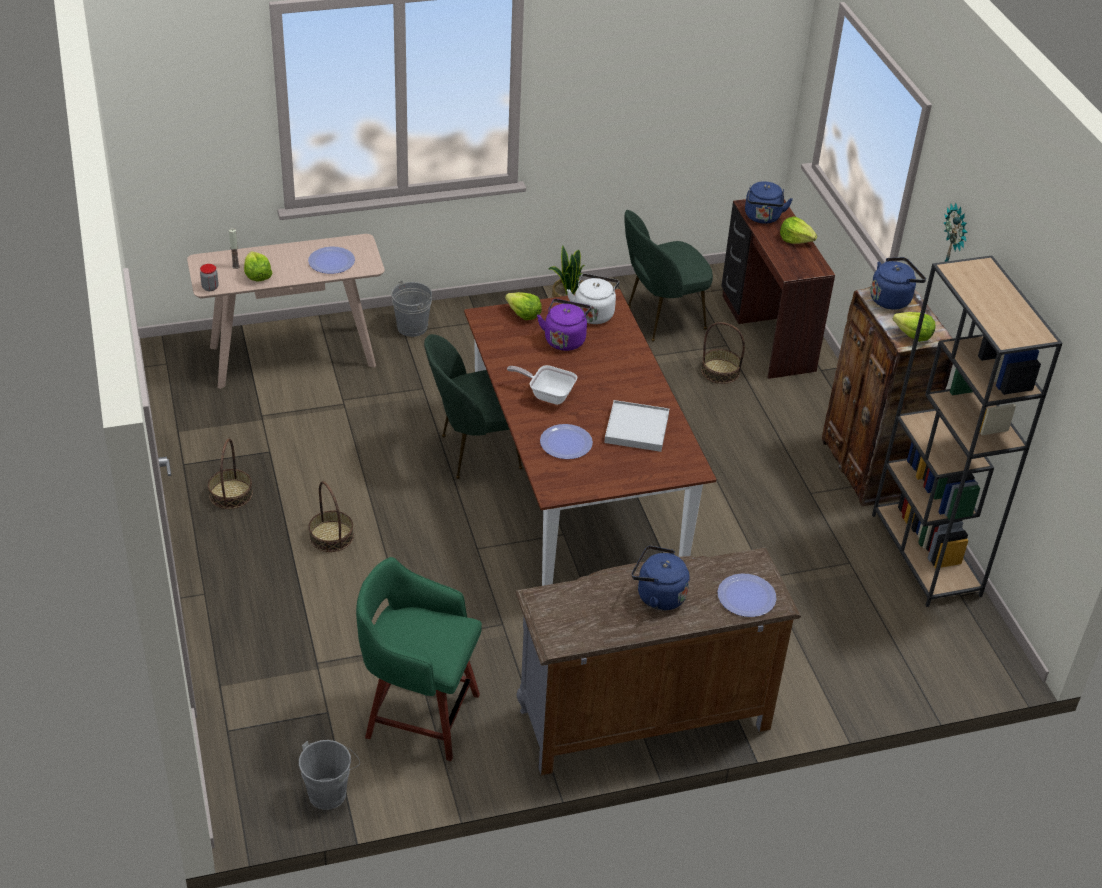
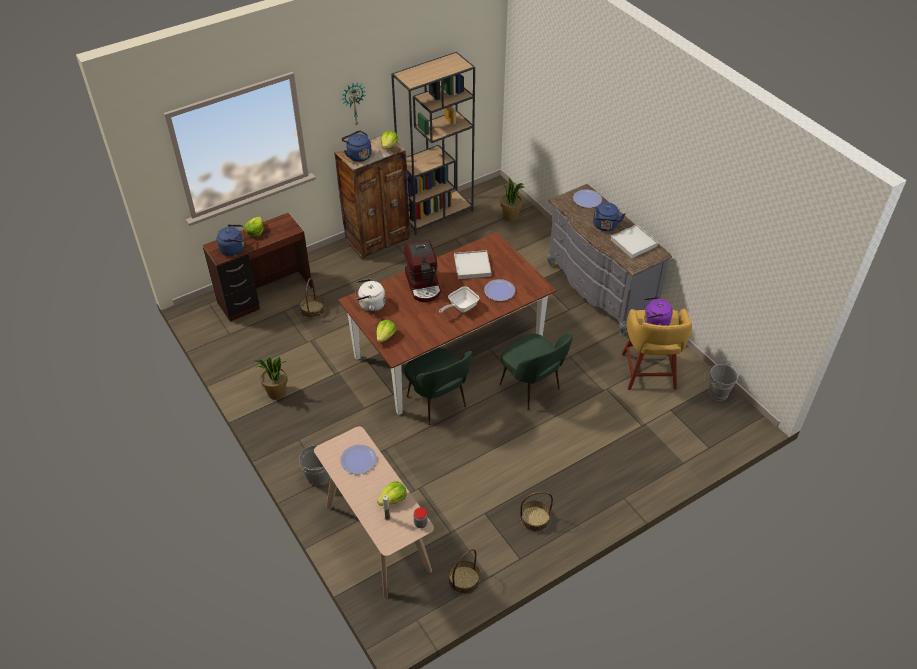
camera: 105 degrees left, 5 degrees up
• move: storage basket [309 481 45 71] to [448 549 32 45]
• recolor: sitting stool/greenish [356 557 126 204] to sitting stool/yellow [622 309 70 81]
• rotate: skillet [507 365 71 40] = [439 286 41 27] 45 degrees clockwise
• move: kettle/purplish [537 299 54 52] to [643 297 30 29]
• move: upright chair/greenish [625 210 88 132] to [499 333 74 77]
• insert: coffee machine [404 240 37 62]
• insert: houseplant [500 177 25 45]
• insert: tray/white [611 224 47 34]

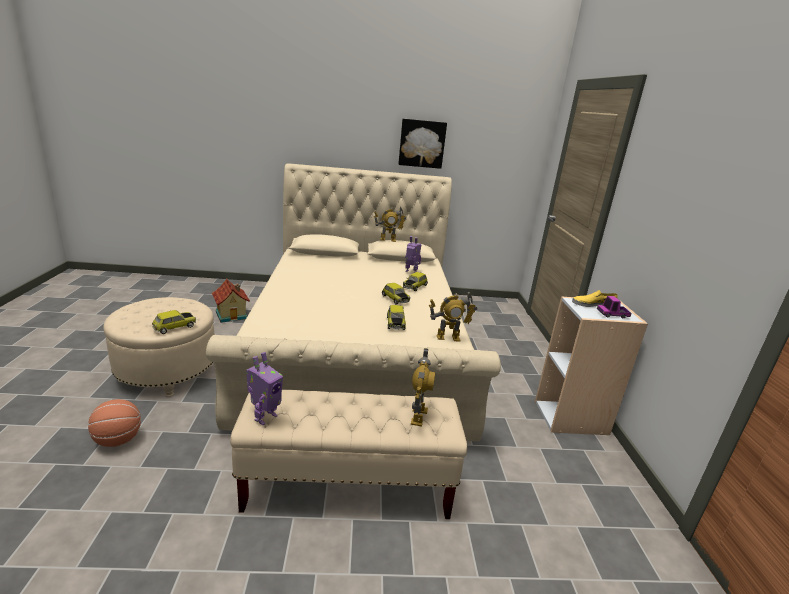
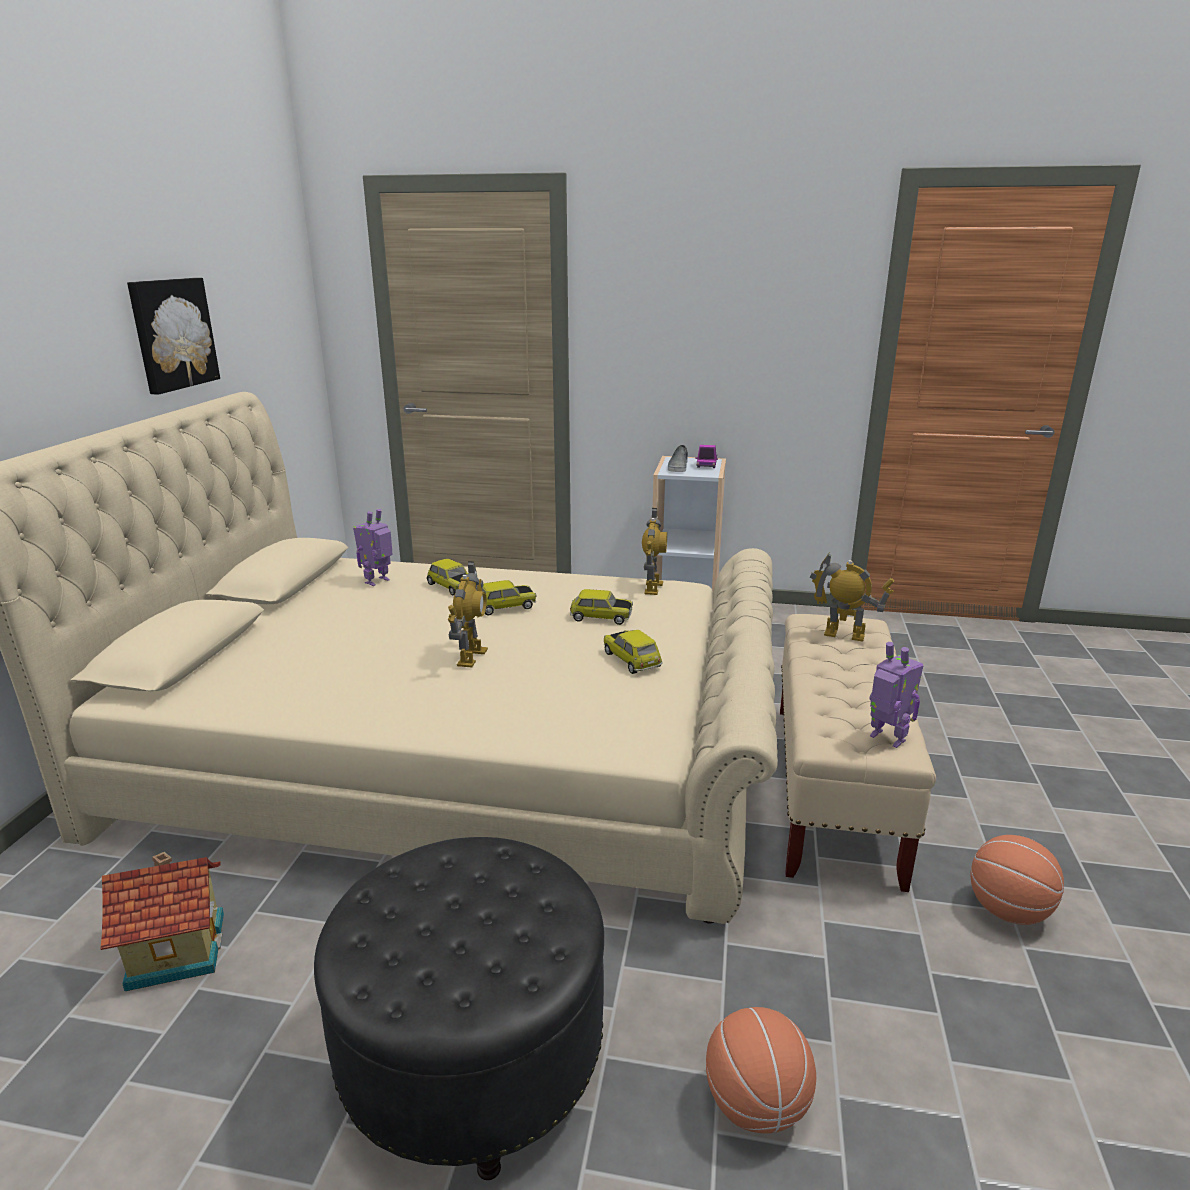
camera: 75 degrees left, 0 degrees up
• recolor: ottoman/beige [103 297 112 100] to ottoman/blackish [314 837 290 343]
• move: miniature car [152 310 44 24] to [604 630 59 44]
• move: robot figure [374 207 32 35] to [448 561 40 106]
• recolor: item of footwear/yellow [572 290 46 17] to item of footwear/greyish [668 445 20 27]
• insert: basketball ball [970 835 94 90]

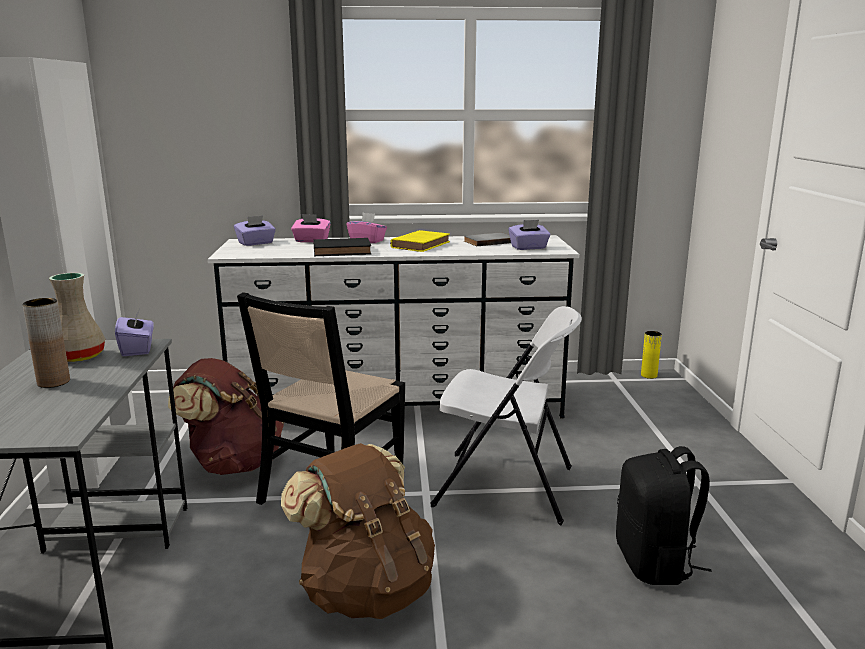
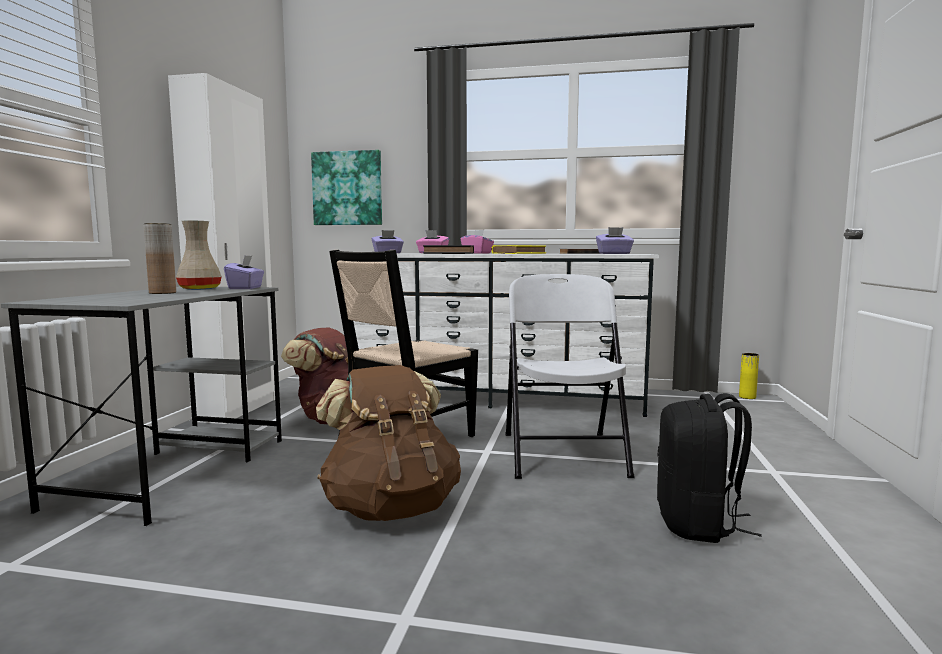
camera: 15 degrees right, 10 degrees down
• rotate: upright chair/white [431 306 151 219] = [505 274 130 205] 120 degrees counterclockwise
• insert: picture [311 150 71 75]

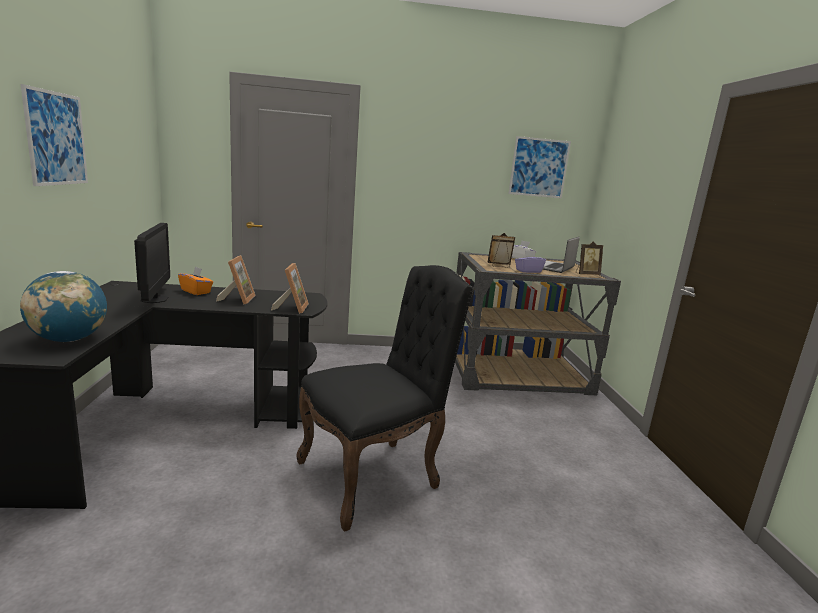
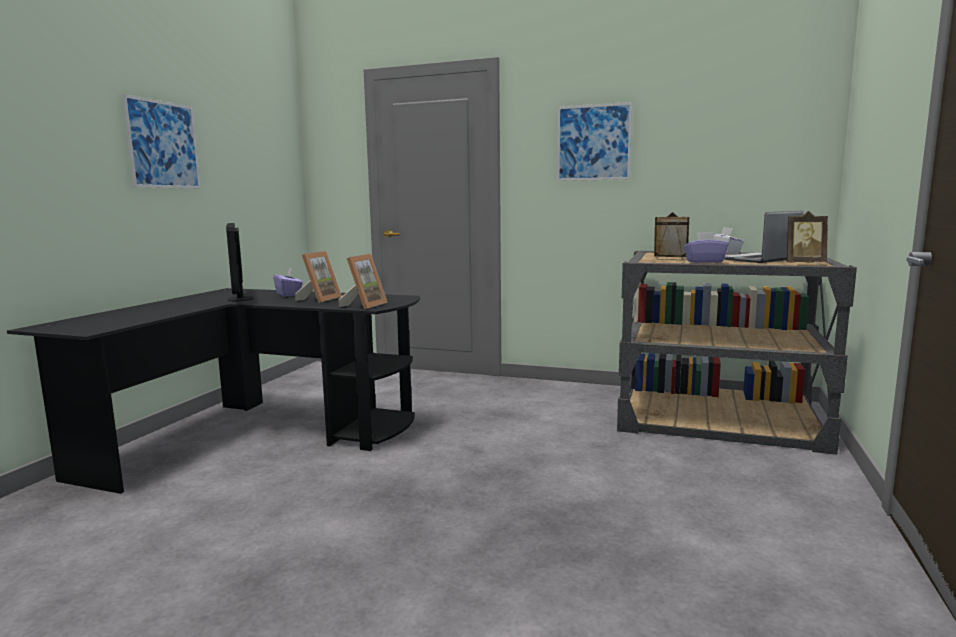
camera: 25 degrees right, 5 degrees down
• delete: desk globe [20 271 87 71]
• rotate: computer display [134 223 36 80] = [226 223 27 78] 150 degrees clockwise
• recolor: tissue box/orange [178 267 35 28] to tissue box/purplish [273 267 30 30]
• delete: upright chair/blackish [297 265 176 267]
• move: picture [508 136 63 62] to [557 102 75 79]

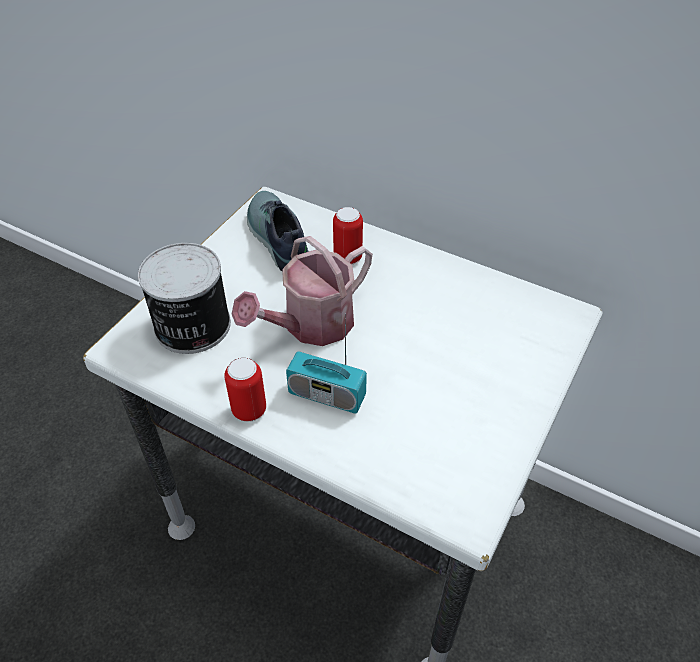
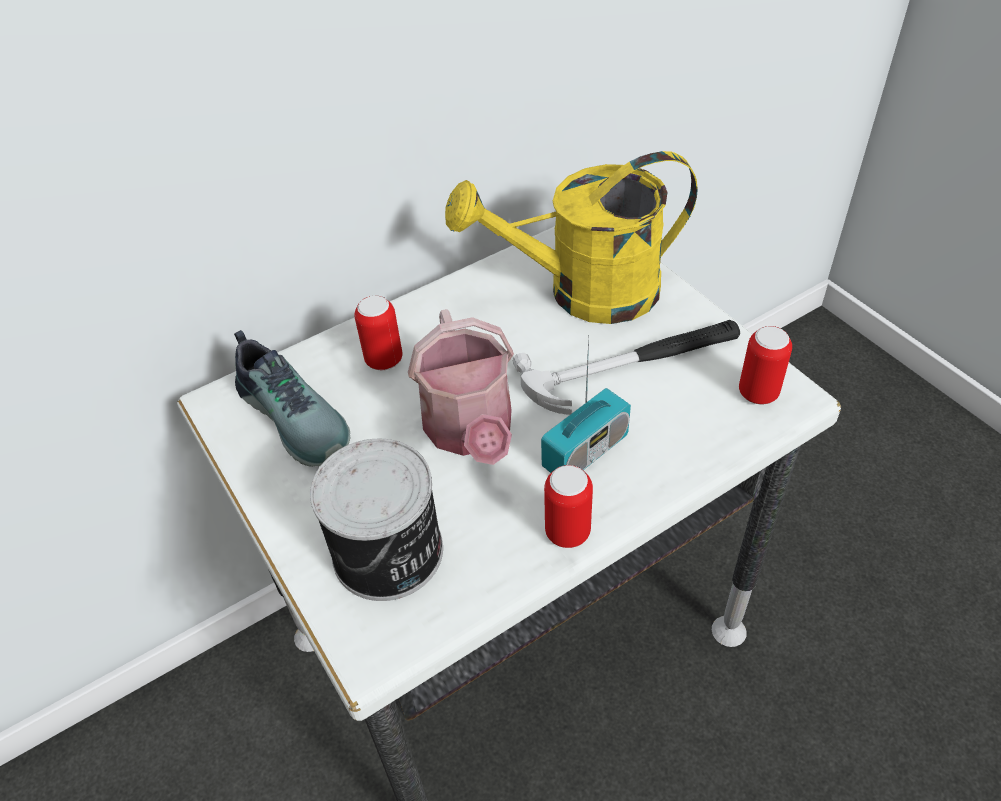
camera: 60 degrees left, 0 degrees up
• rotate: item of footwear [247 191 62 80] = [234 330 117 137] 135 degrees counterclockwise
• insert: watering pot/yellow [445 151 253 173]
• insert: hammer [513 320 227 95]
• insert: can [739 326 53 78]

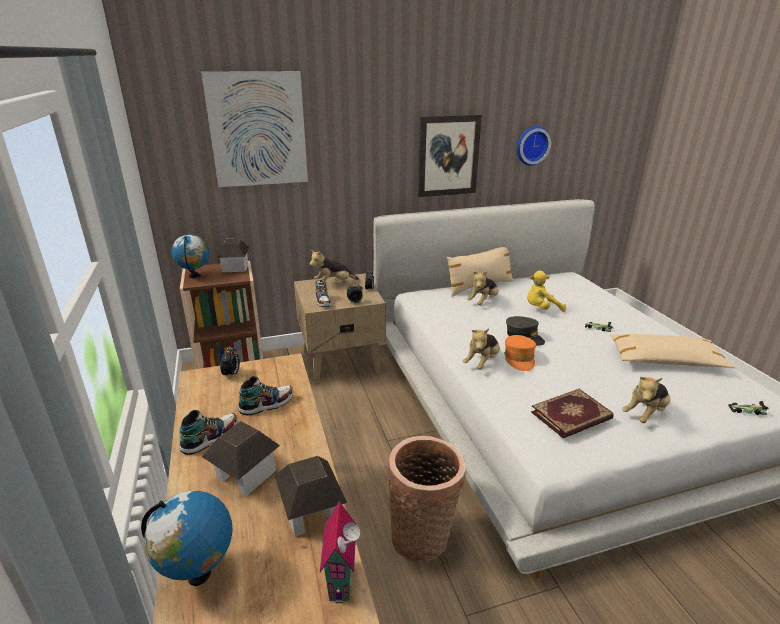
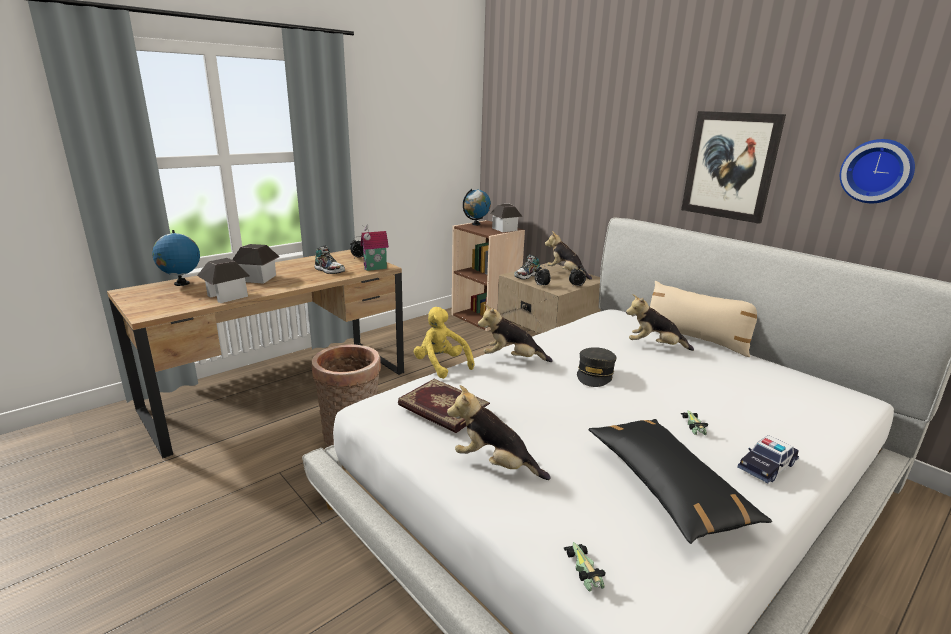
camera: 65 degrees right, 5 degrees down
• delete: item of footwear [179 410 59 45]
• delete: picture [201 71 107 116]
• move: model house [320 501 40 102] to [360 224 29 47]
• delete: baseball cap/orange [504 335 32 36]
• move: soft toy/yellow [527 271 39 41] to [414 307 60 72]
• recolor: cushion/beige [610 334 125 34] to cushion/blackish [589 419 183 125]
• insert: miniature car [738 435 61 48]

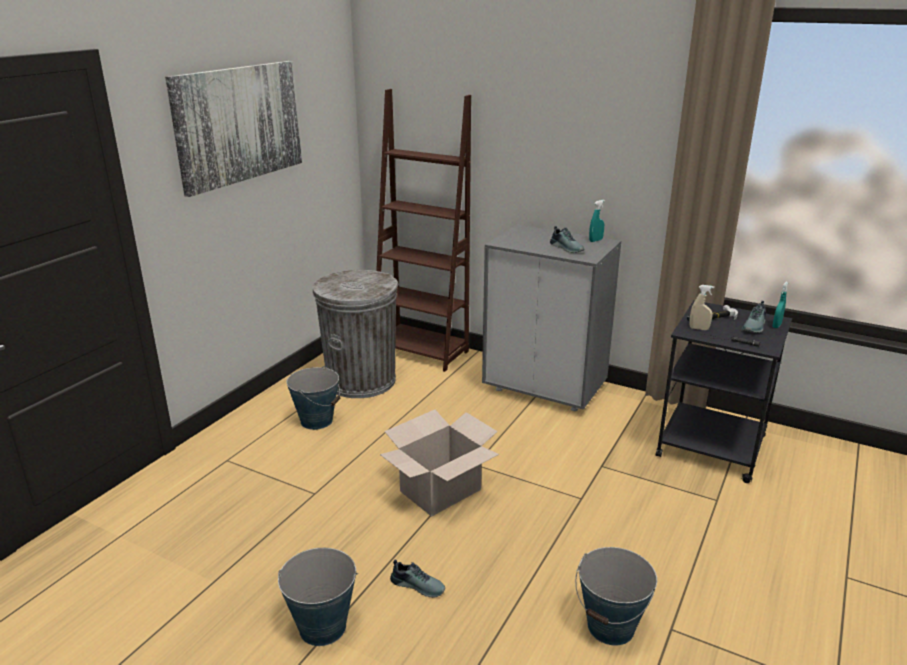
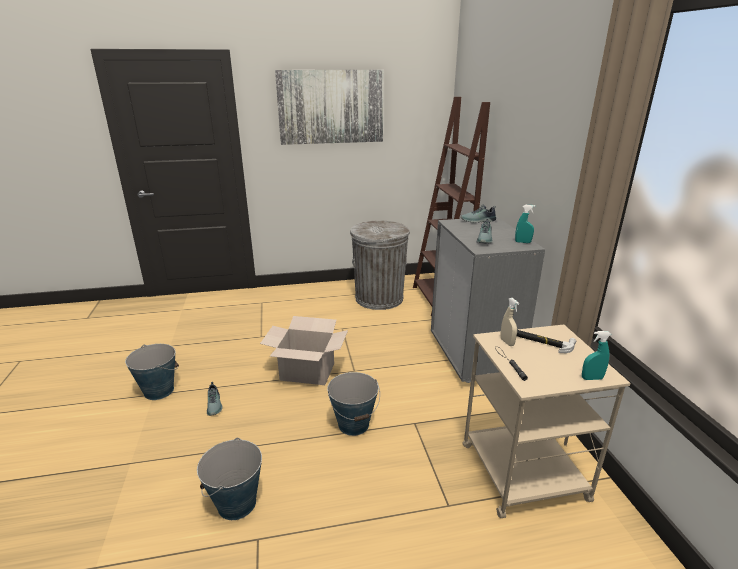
camera: 50 degrees right, 0 degrees up
• move: pail [286 366 54 64] to [327 372 53 64]
• recolor: cart/blackish [656 300 136 183] to cart/beige [462 324 169 194]
• move: item of footwear [742 301 24 32] to [461 205 35 18]

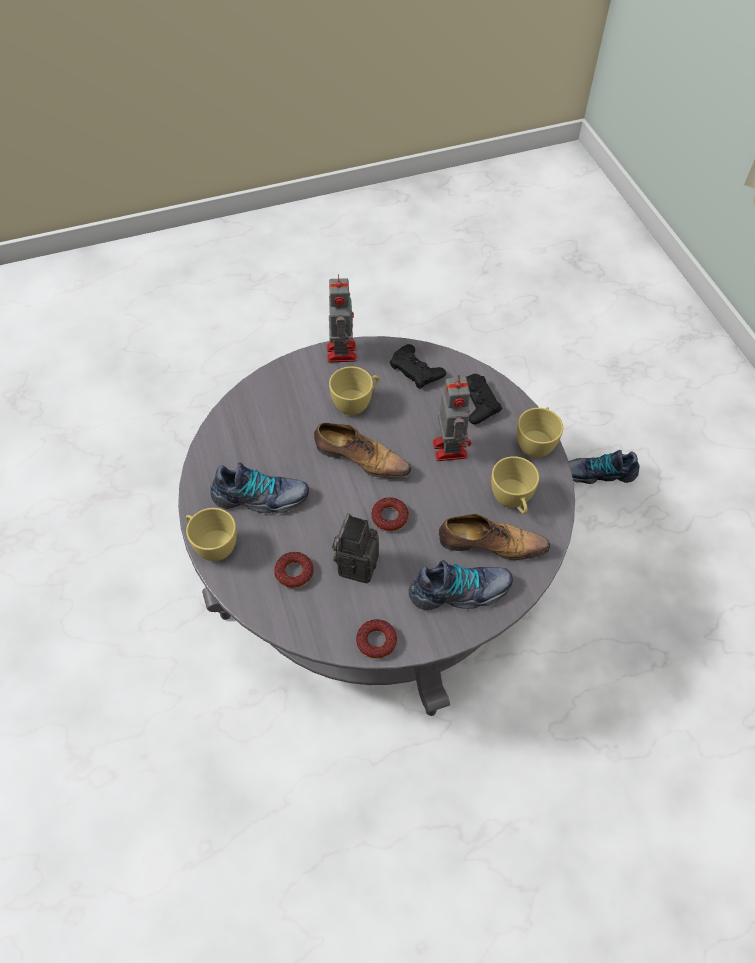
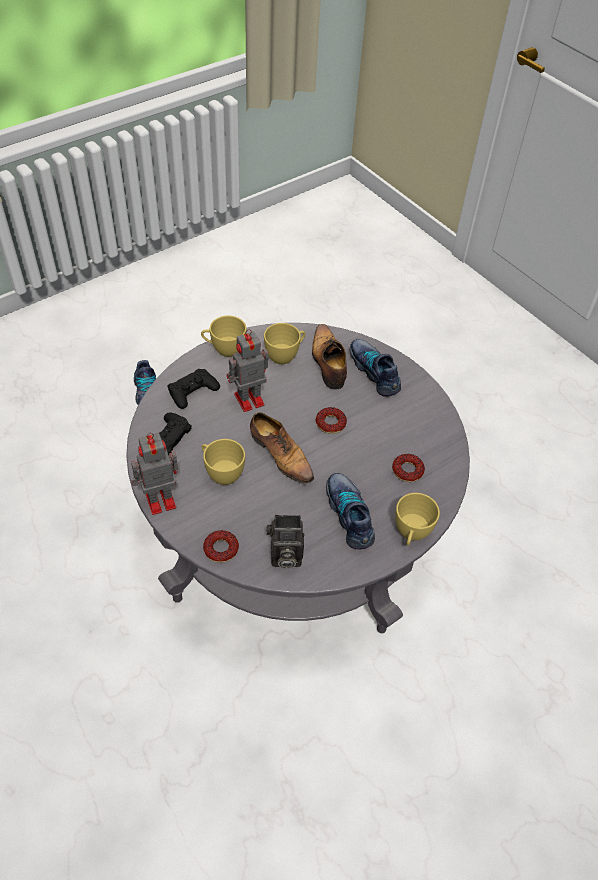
camera: 110 degrees left, 5 degrees down
• rotate: item of footwear [314 423 97 55] = [250 412 64 72] 135 degrees clockwise
• move: still camera [332 513 47 71] to [266 515 38 53]
• move: donut [356 619 41 40] to [203 530 36 33]

